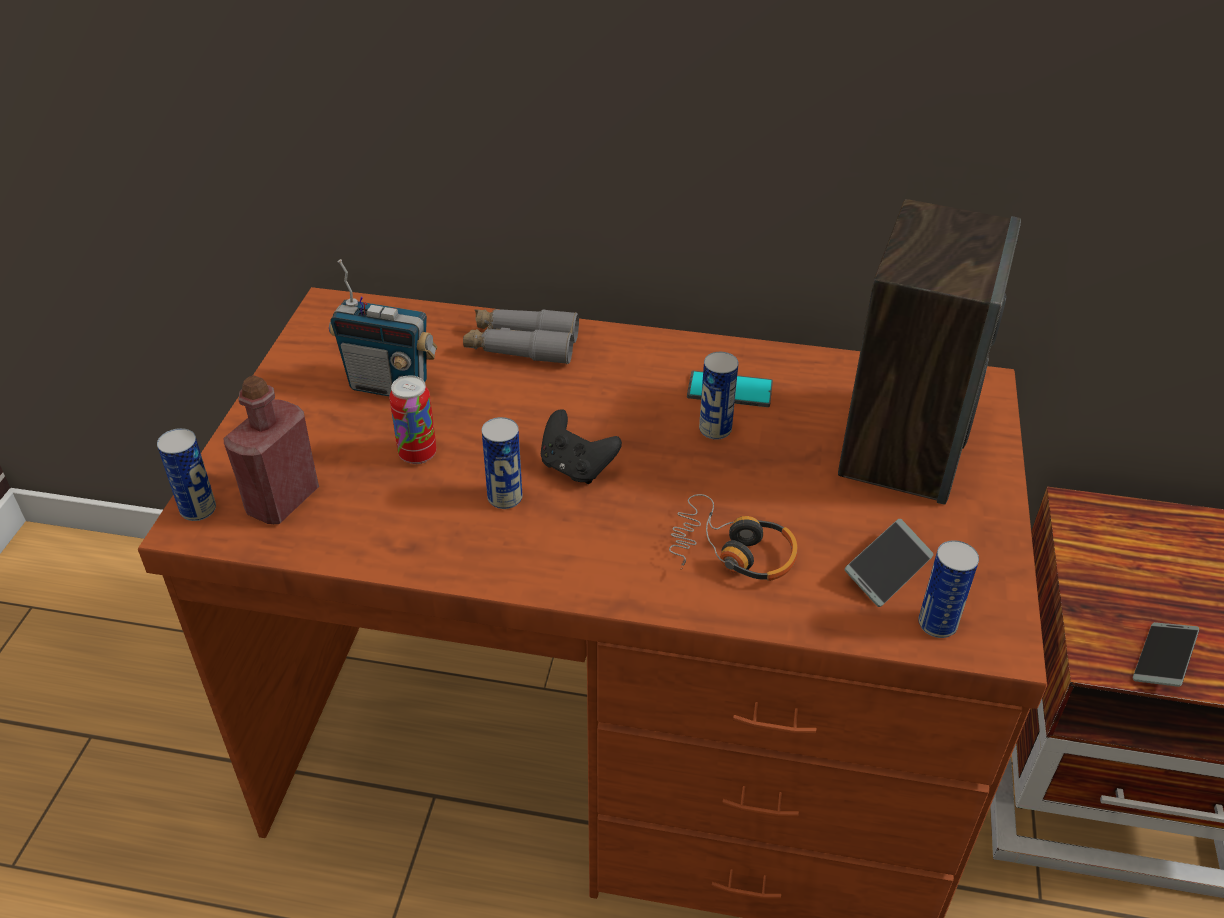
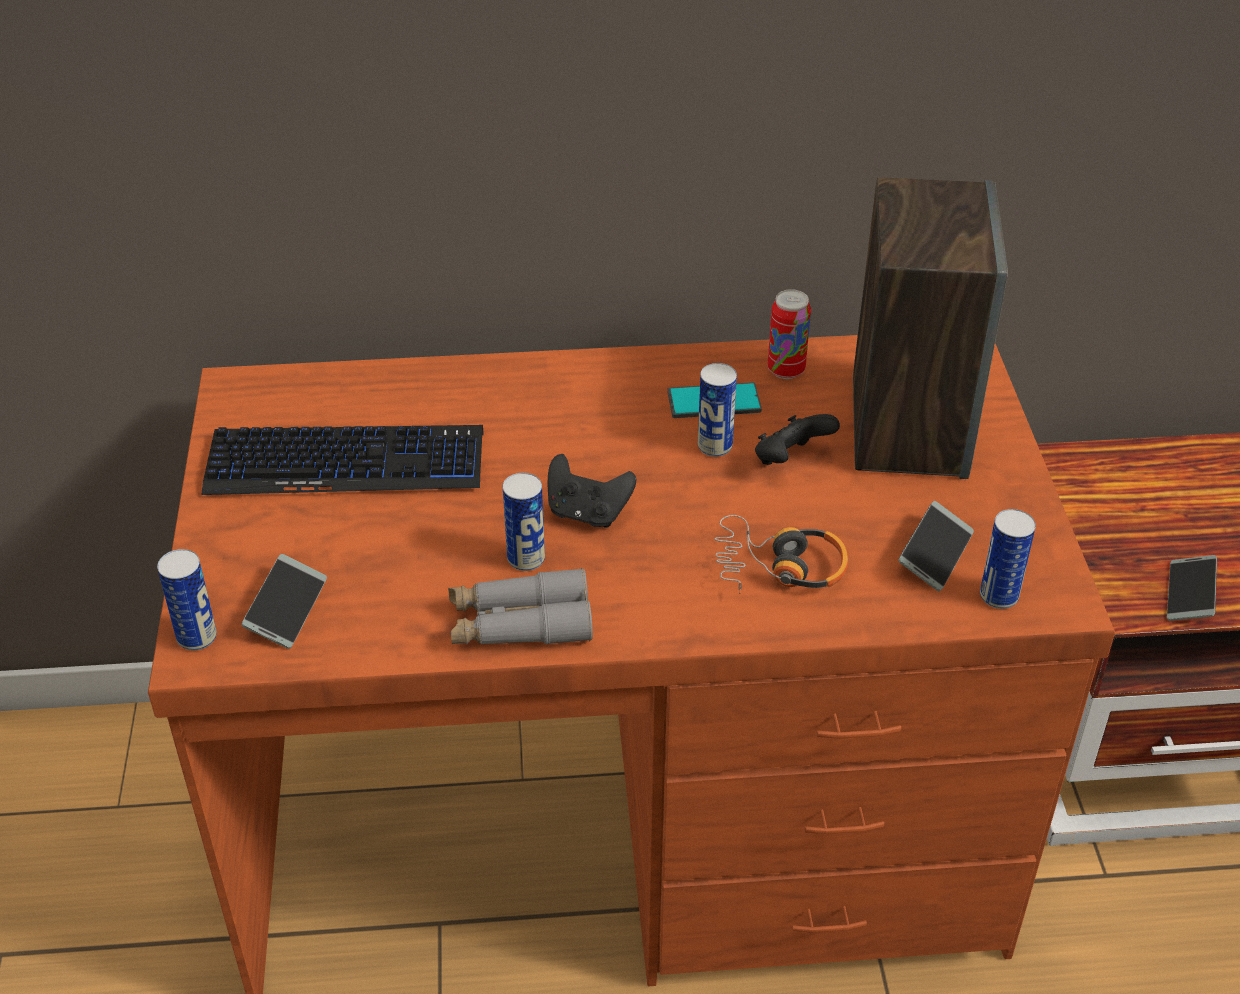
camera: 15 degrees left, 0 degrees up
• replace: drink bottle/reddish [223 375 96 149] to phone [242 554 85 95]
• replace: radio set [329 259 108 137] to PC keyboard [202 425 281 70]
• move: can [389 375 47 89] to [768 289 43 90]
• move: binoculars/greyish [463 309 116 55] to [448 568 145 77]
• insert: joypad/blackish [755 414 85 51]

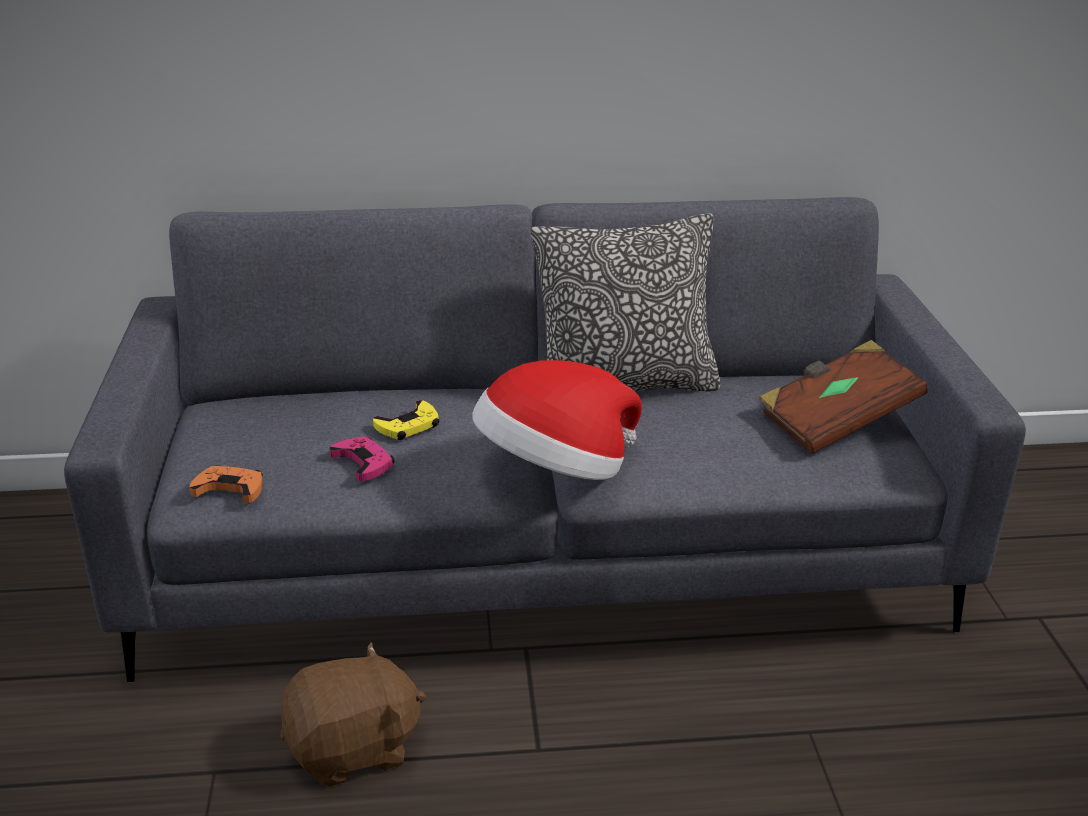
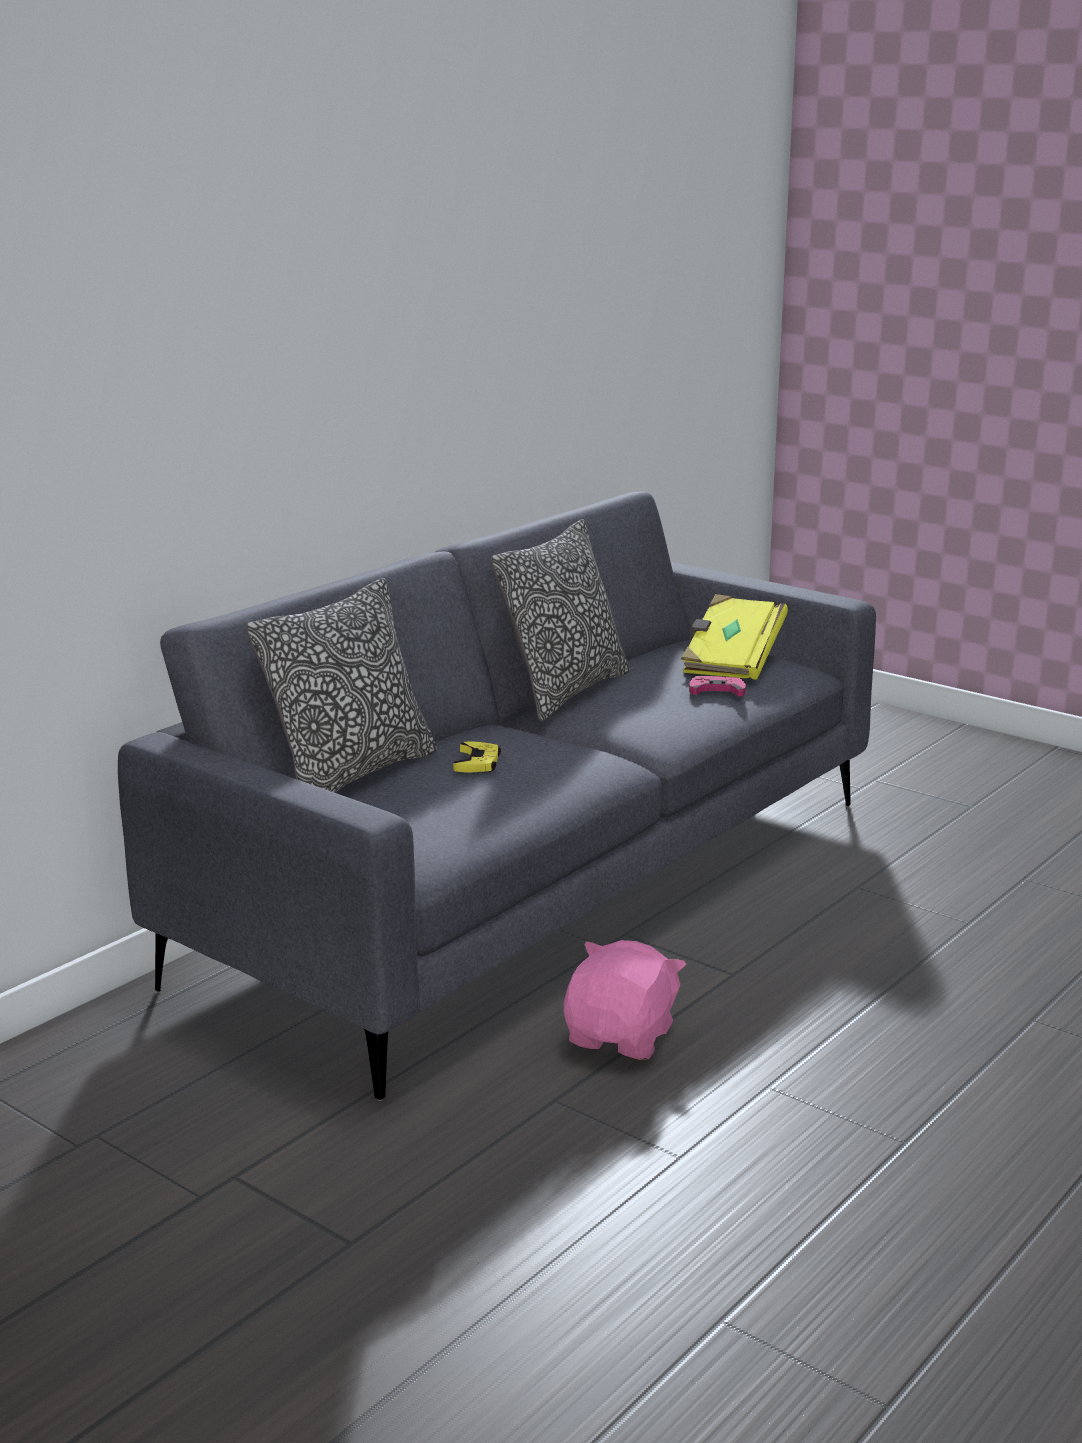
camera: 45 degrees left, 10 degrees down
• delete: joypad/orange [190 465 73 38]
• recolor: soft toy/brownish [280 642 146 144] to soft toy/pink [563 940 123 120]
• move: joypad/pink [330 436 65 45] to [689 676 57 21]
• delete: clothing hat [472 360 170 120]
• recolor: book/brownish [759 340 169 114] to book/yellow [681 594 107 86]
• insert: cushion [246 578 191 215]

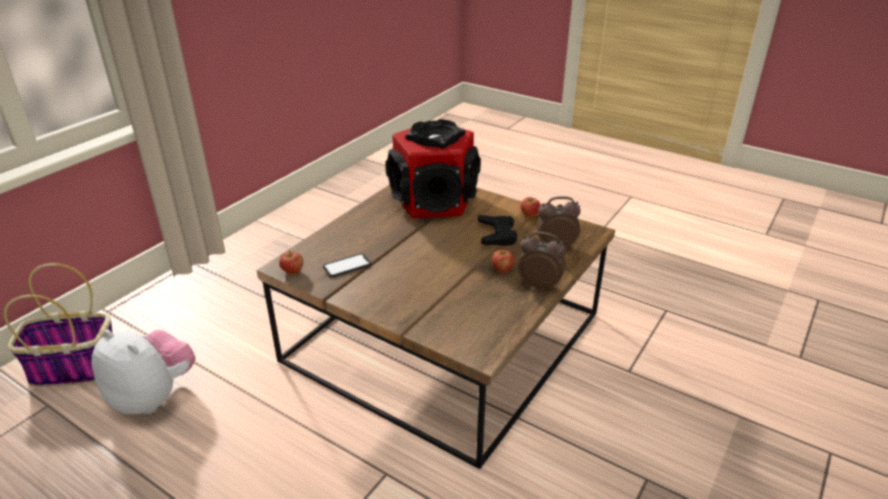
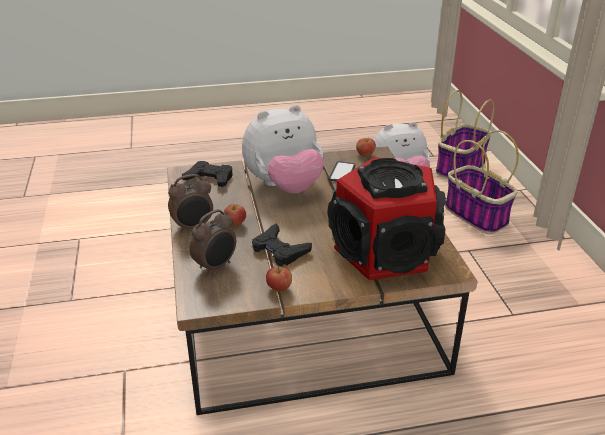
camera: 135 degrees right, 0 degrees up
• insert: joypad/blackish [182 161 51 26]
• insert: soft toy [242 105 82 89]
• insert: storage basket [445 130 74 104]

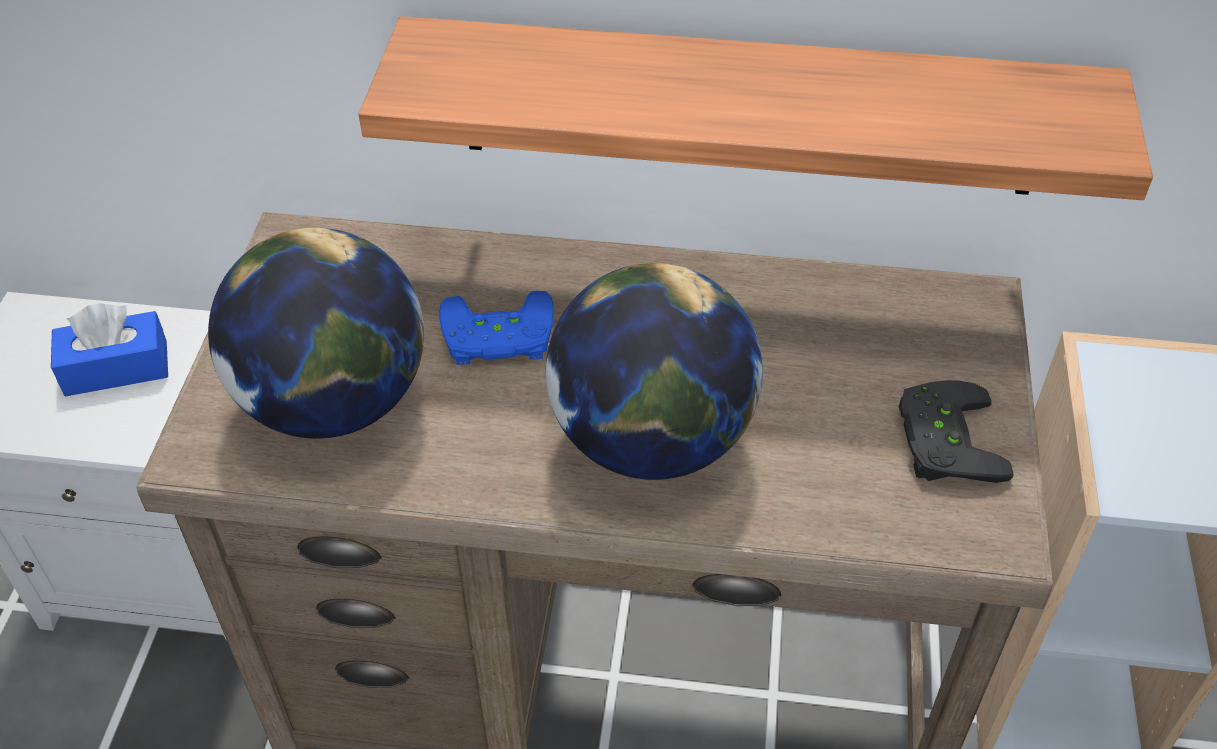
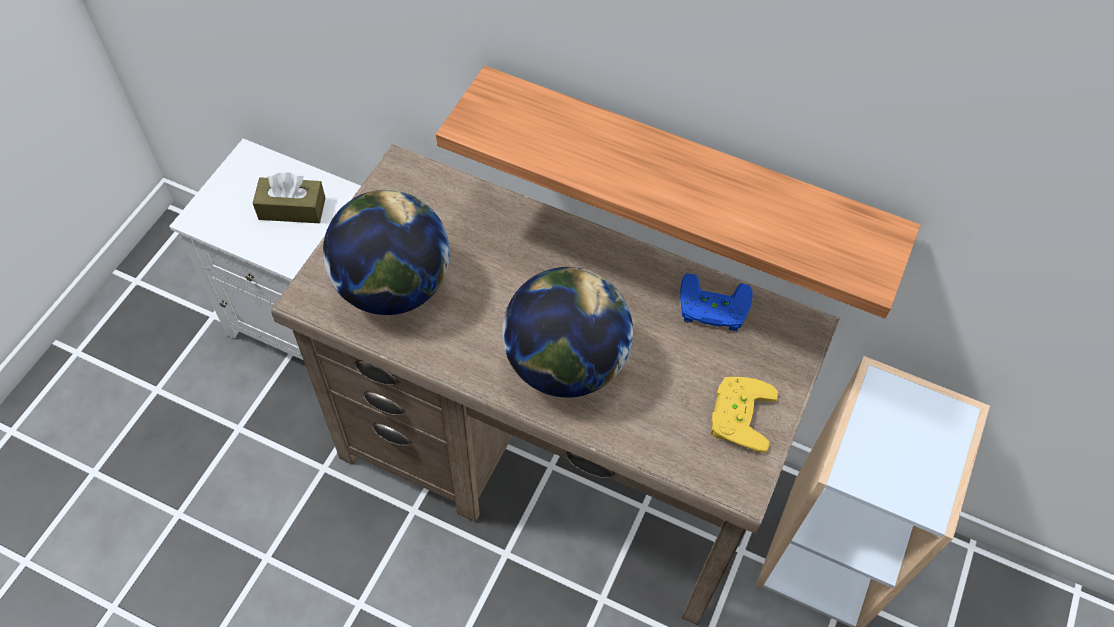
camera: 15 degrees right, 10 degrees up
• recolor: tissue box/blue-coloured [51 303 117 93] to tissue box/brownish [253 173 72 50]
• move: joypad/blue-coloured [439 291 115 74] to [680 274 73 57]
• recolor: joypad/blackish [899 380 114 103] to joypad/yellow [710 377 68 76]

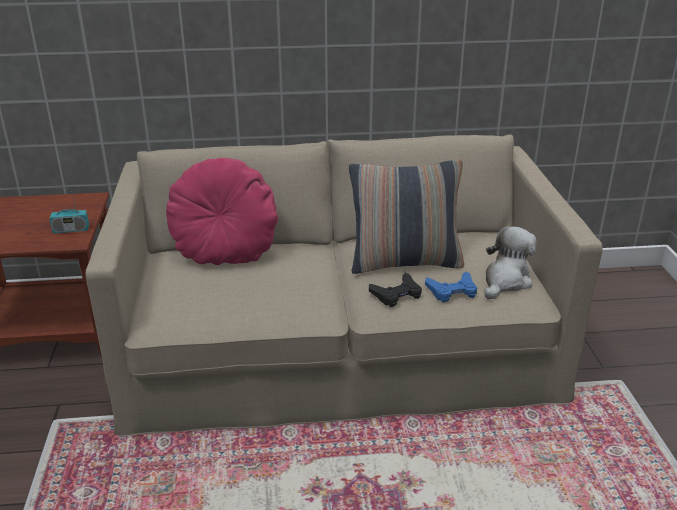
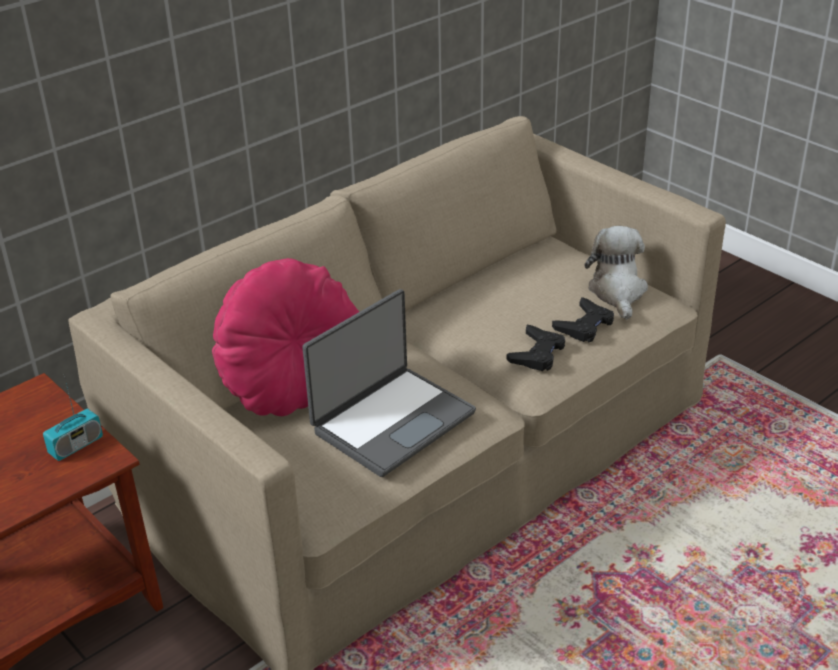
camera: 35 degrees left, 5 degrees up
• delete: cushion [349 159 115 115]
• recolor: joypad/blue-coloured [425 271 52 31] to joypad/blackish [552 297 62 45]
• insert: portable computer [302 289 174 188]

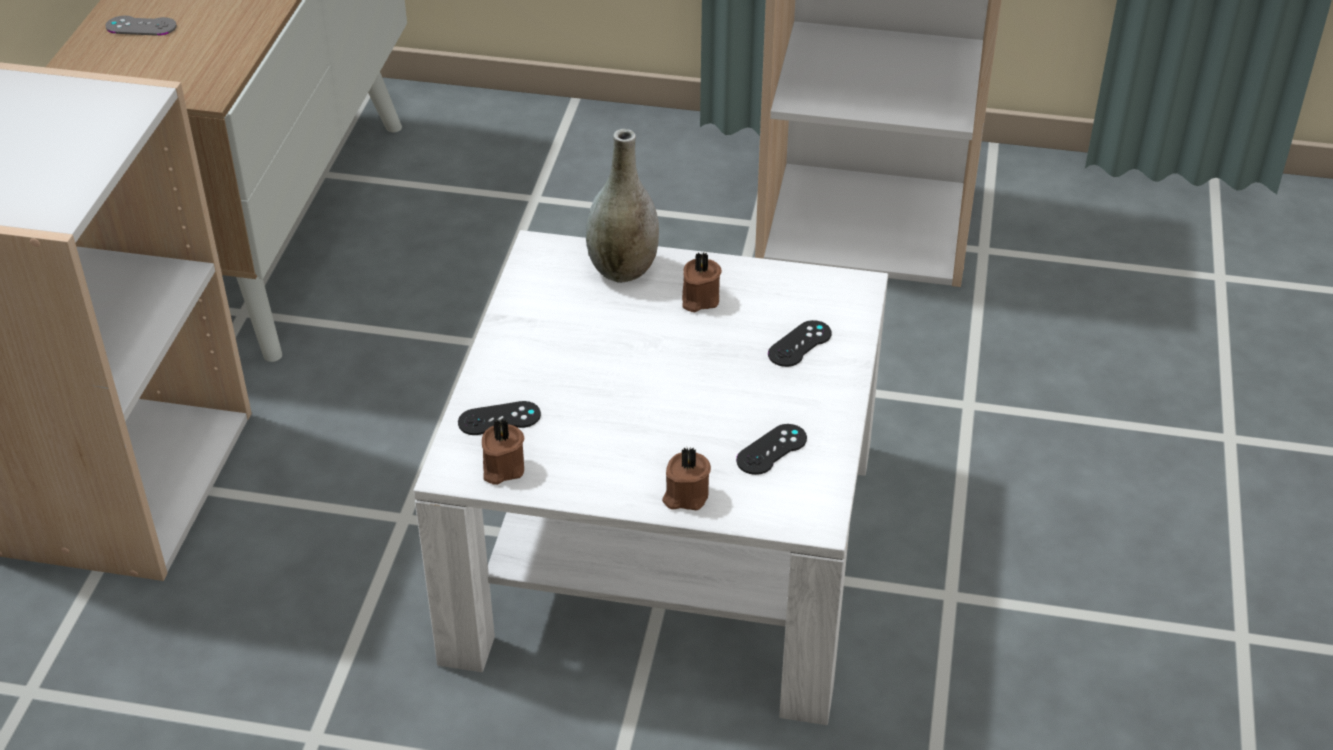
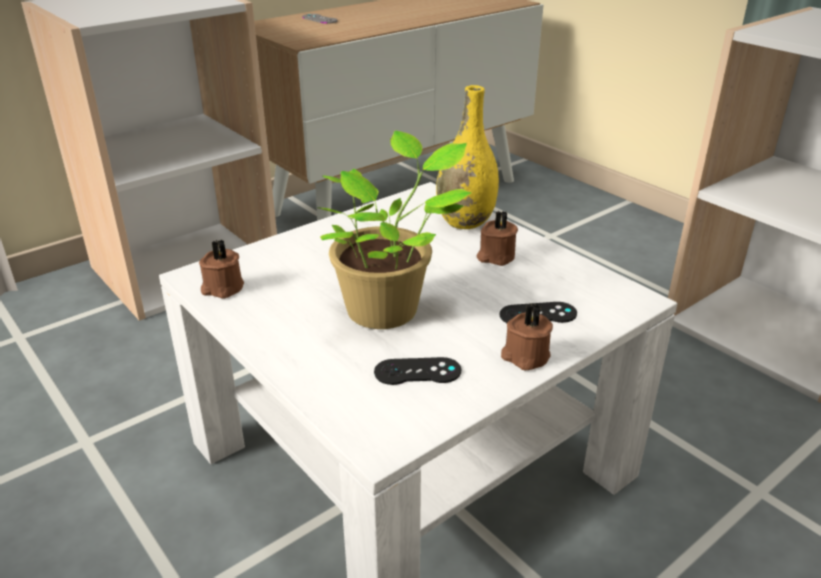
camera: 40 degrees right, 10 degrees down
• delete: joypad/blackish [458 401 83 34]
• recolor: flower vase/greyish [586 129 73 154] to flower vase/yellow [436 85 63 144]
• move: wax light/brownish [662 446 49 64] to [501 304 52 66]
• insert: houseplant [317 131 154 198]

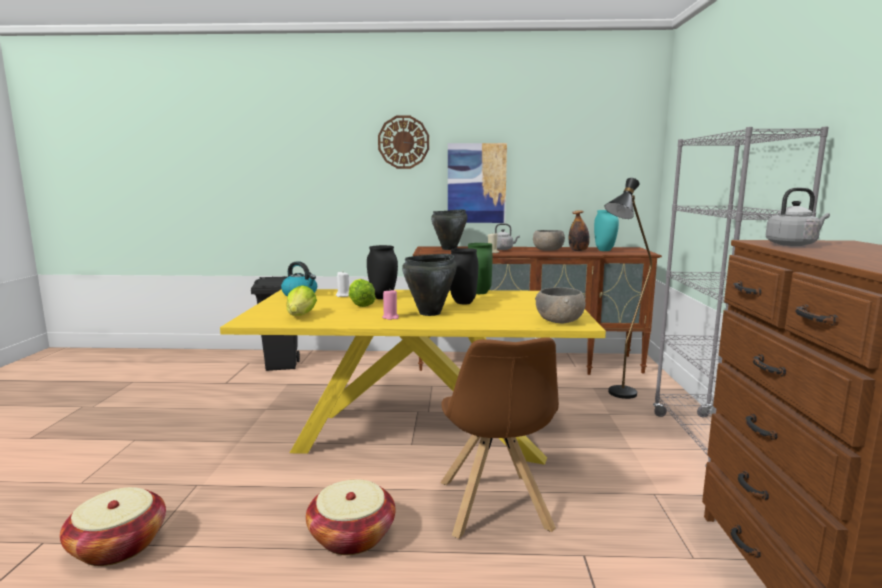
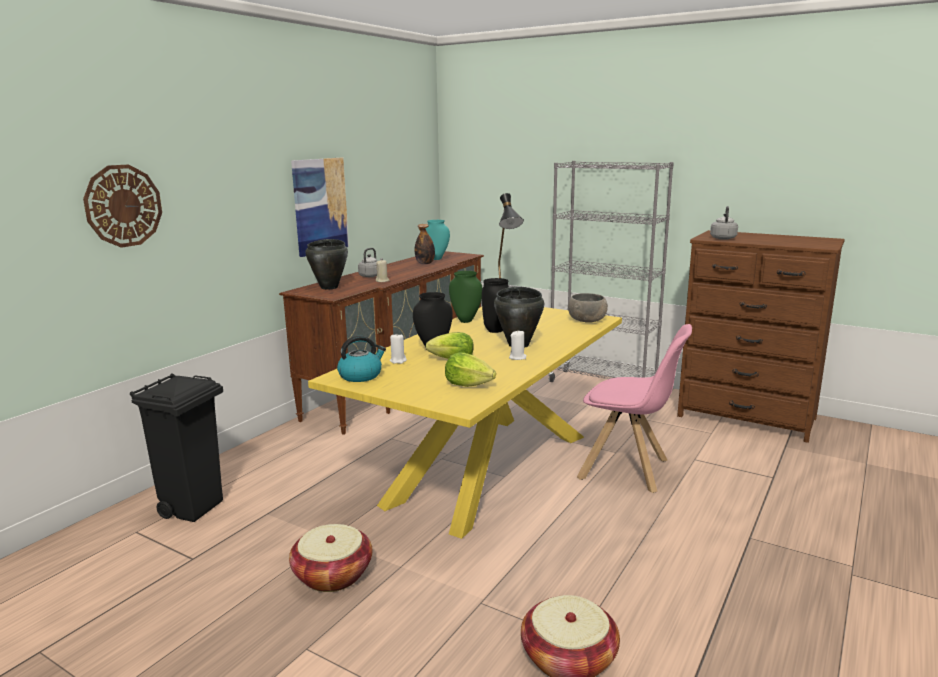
camera: 60 degrees left, 5 degrees up
• move: storage basket [306 479 89 76] to [289 524 83 68]
• move: wall clock [378 115 51 54] to [83 164 79 84]
• recolor: wax light/pink [382 290 17 30] to wax light/white [509 331 18 29]
• recolor: upright chair/brownish [440 337 119 202] to upright chair/pink [577 324 115 169]
• delete: bowl/greyish [533 230 32 20]

